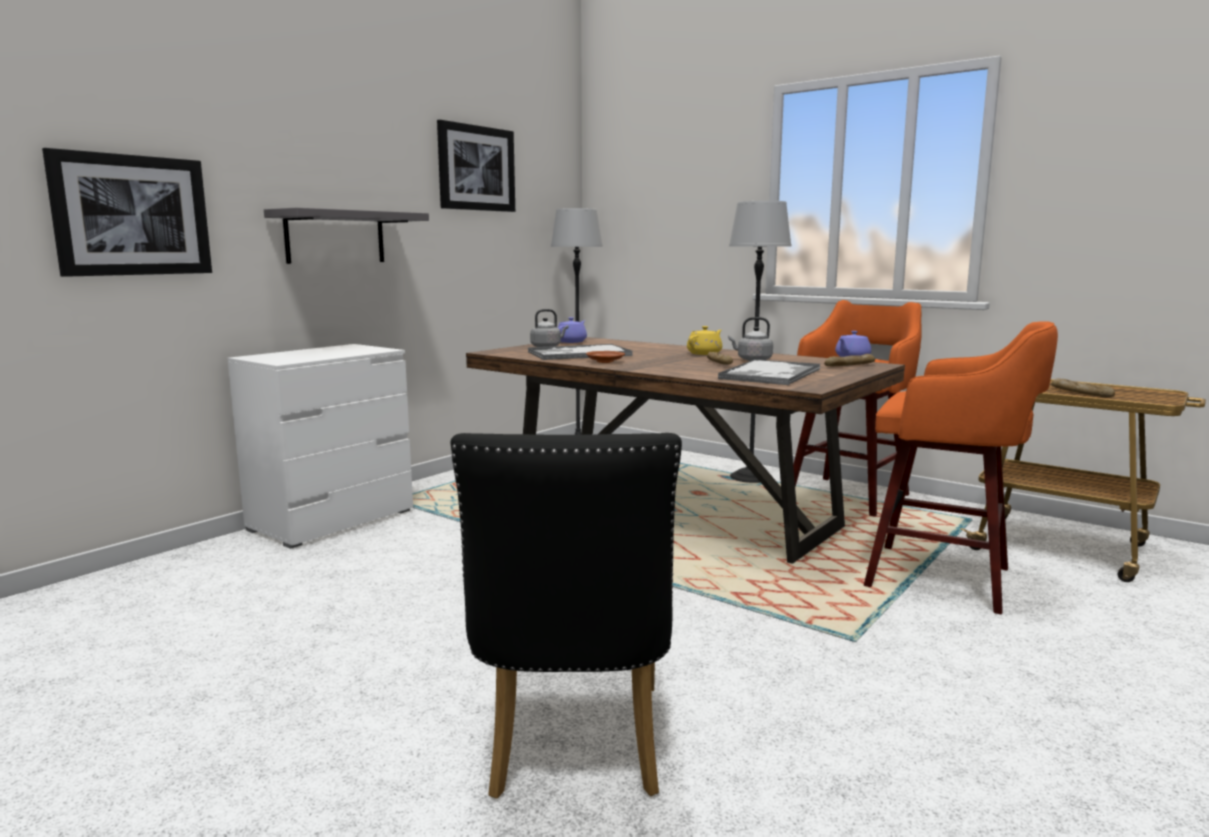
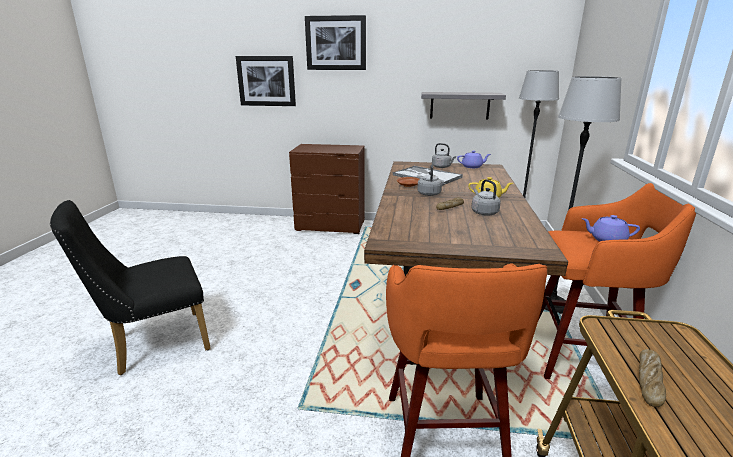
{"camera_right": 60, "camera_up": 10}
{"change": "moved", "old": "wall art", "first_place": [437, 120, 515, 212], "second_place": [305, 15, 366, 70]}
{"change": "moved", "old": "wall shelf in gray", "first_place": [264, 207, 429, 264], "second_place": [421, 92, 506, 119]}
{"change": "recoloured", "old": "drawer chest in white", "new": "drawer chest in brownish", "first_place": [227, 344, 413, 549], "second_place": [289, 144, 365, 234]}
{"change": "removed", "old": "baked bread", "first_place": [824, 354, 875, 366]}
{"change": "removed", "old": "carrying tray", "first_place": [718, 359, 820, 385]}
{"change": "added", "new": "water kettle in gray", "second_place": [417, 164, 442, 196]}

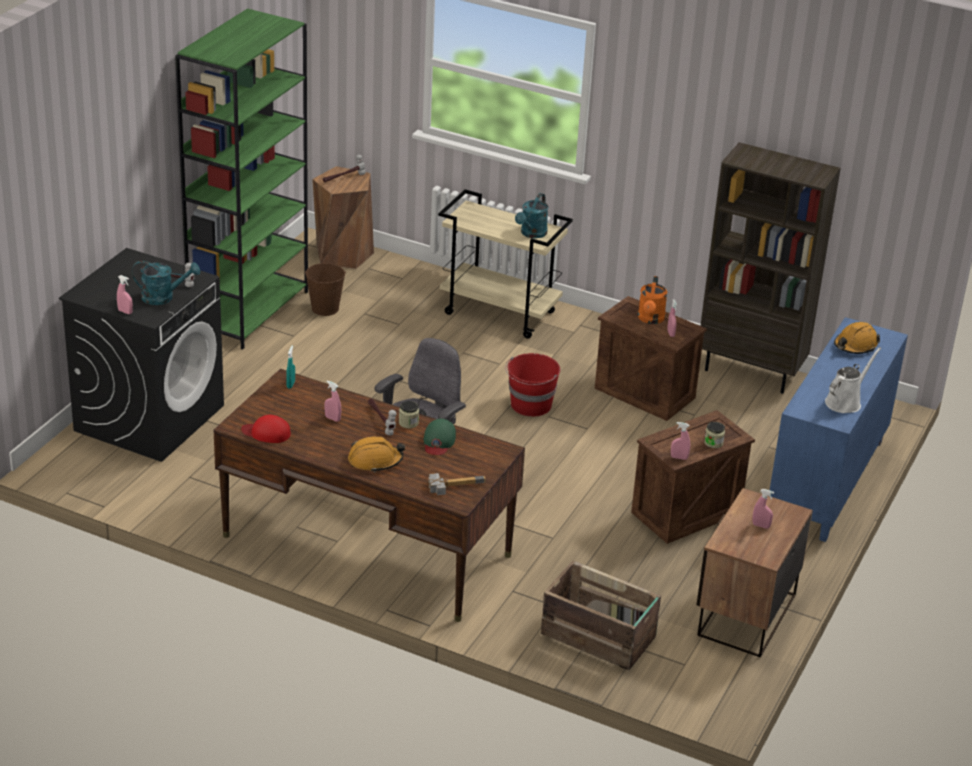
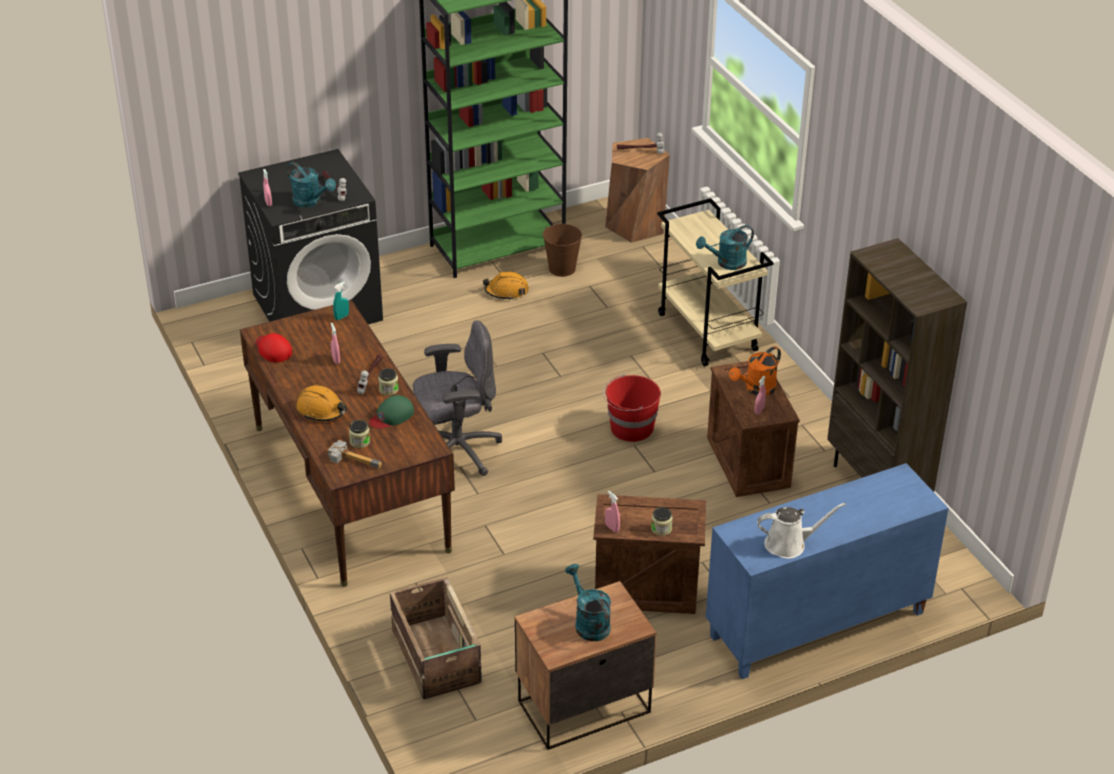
{"camera_right": 40, "camera_up": 5}
{"change": "moved", "old": "work helmet in orange", "first_place": [834, 322, 880, 354], "second_place": [483, 271, 529, 300]}
{"change": "replaced", "old": "hand sprayer in pink", "new": "sprinkling can in turquoise-coloured", "first_place": [753, 489, 774, 529], "second_place": [565, 564, 611, 641]}
{"change": "added", "new": "jar", "second_place": [349, 420, 370, 448]}

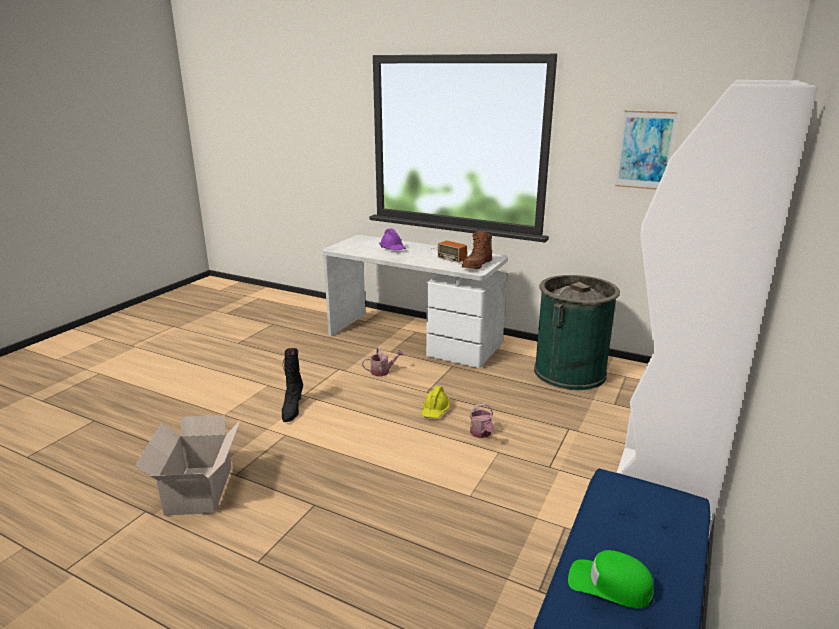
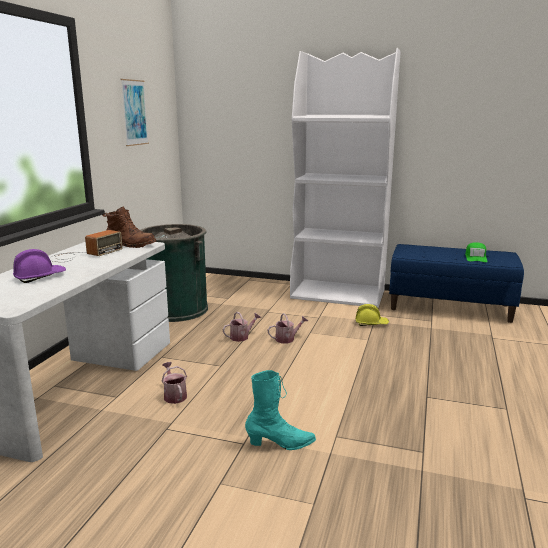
{"camera_right": -100, "camera_up": -5}
{"change": "recoloured", "old": "boot in blackish", "new": "boot in turquoise-coloured", "first_place": [282, 348, 303, 422], "second_place": [245, 370, 316, 450]}
{"change": "moved", "old": "work helmet in yellow-coloured", "first_place": [421, 386, 450, 418], "second_place": [355, 304, 389, 326]}
{"change": "removed", "old": "cardboard box", "first_place": [135, 415, 241, 515]}
{"change": "added", "new": "sprinkling can", "second_place": [223, 312, 261, 342]}

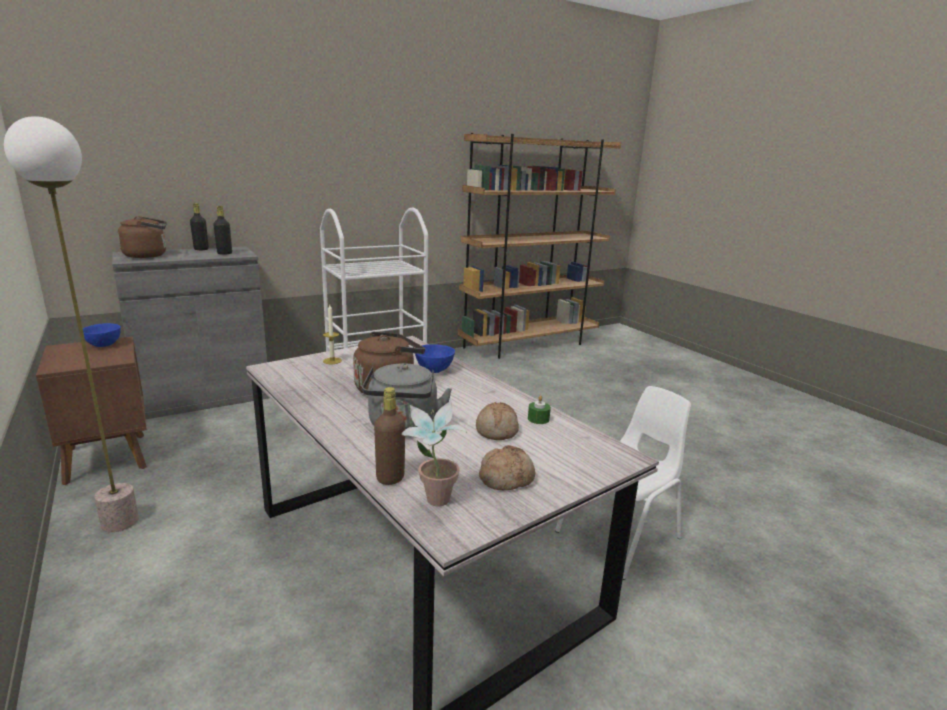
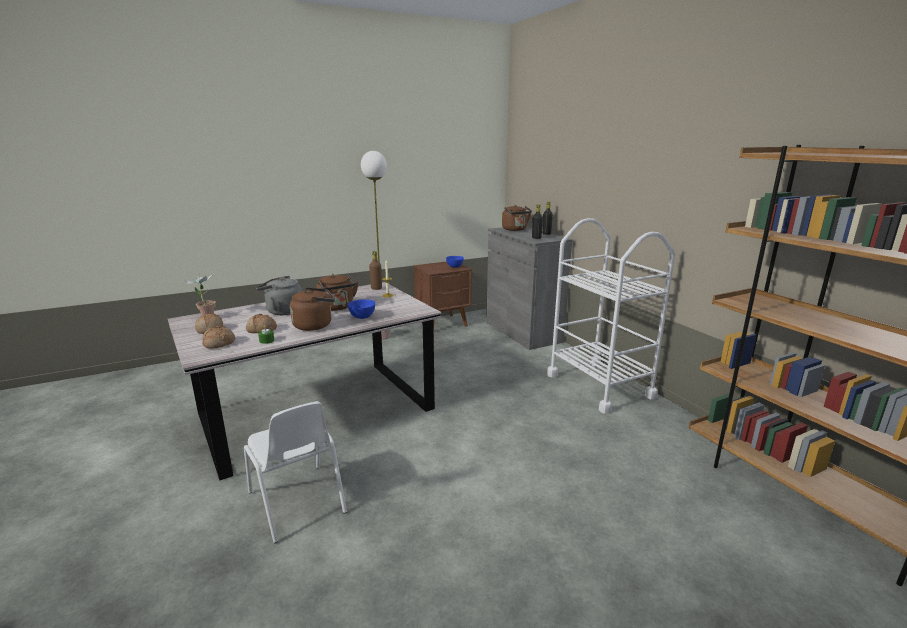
{"camera_right": 95, "camera_up": 0}
{"change": "moved", "old": "bottle in brownish", "first_place": [374, 387, 405, 485], "second_place": [369, 251, 382, 290]}
{"change": "added", "new": "water kettle in brownish", "second_place": [290, 287, 335, 331]}
{"change": "added", "new": "baked bread", "second_place": [202, 326, 235, 349]}

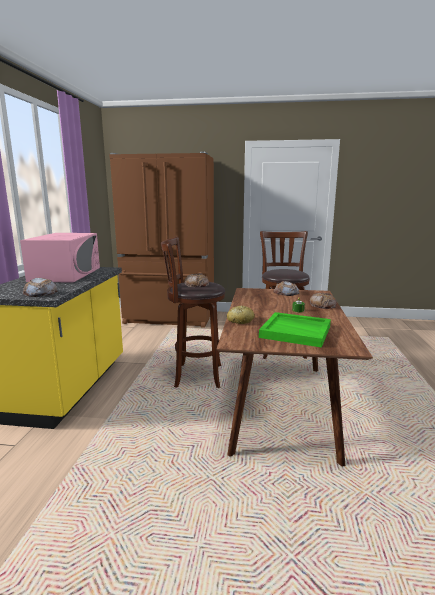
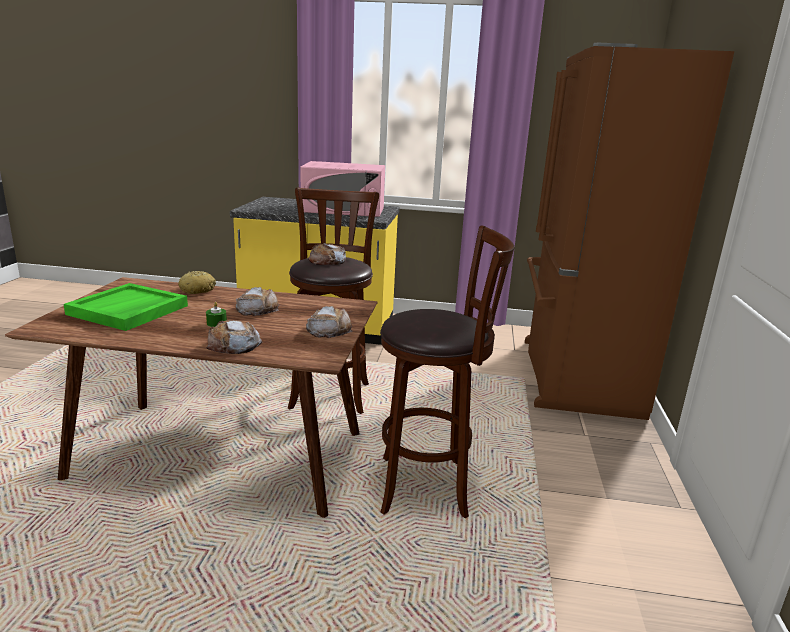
{"camera_right": 90, "camera_up": 5}
{"change": "moved", "old": "baked bread", "first_place": [23, 278, 58, 297], "second_place": [236, 287, 279, 316]}

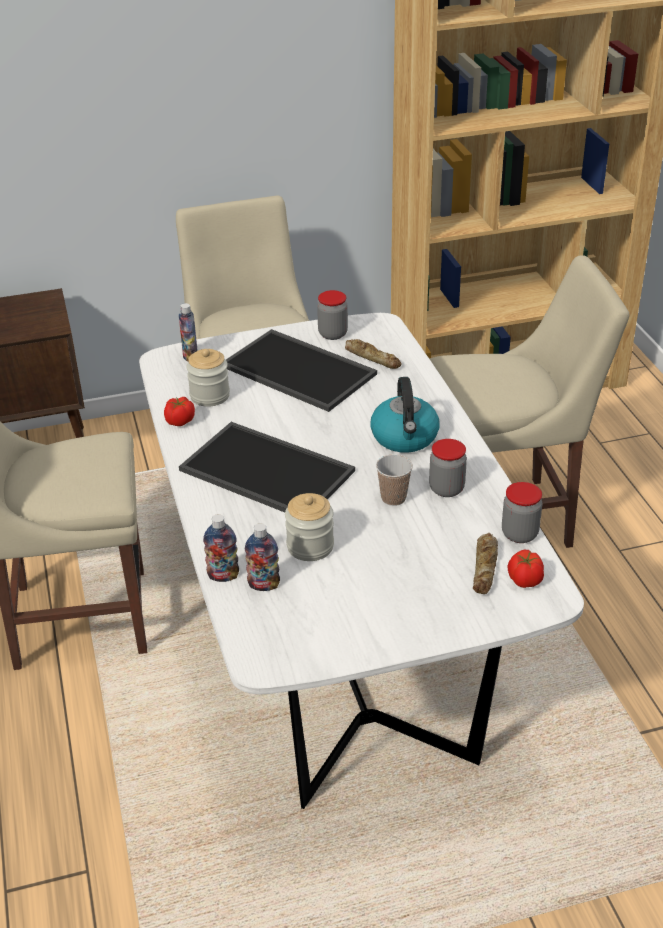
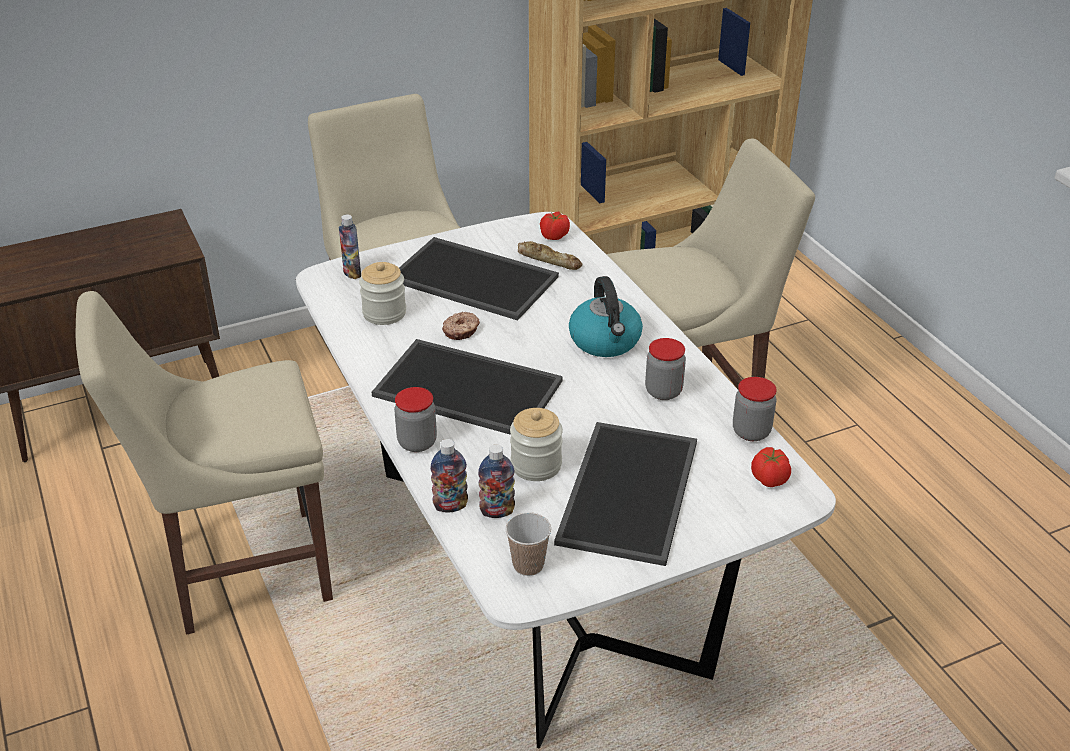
{"camera_right": -10, "camera_up": 0}
{"change": "moved", "old": "jar", "first_place": [317, 290, 348, 340], "second_place": [394, 387, 437, 452]}
{"change": "moved", "old": "fresh tomato", "first_place": [164, 397, 195, 426], "second_place": [540, 211, 570, 240]}
{"change": "moved", "old": "small cup", "first_place": [376, 454, 413, 506], "second_place": [505, 512, 551, 576]}
{"change": "removed", "old": "baked bread", "first_place": [473, 533, 498, 594]}
{"change": "added", "new": "donut", "second_place": [442, 312, 480, 340]}
{"change": "added", "new": "carrying tray", "second_place": [554, 422, 697, 566]}

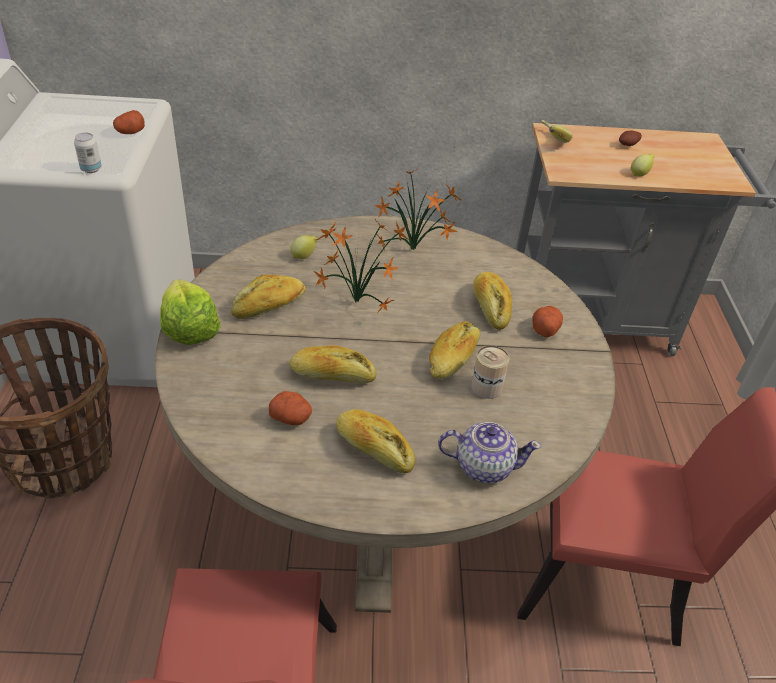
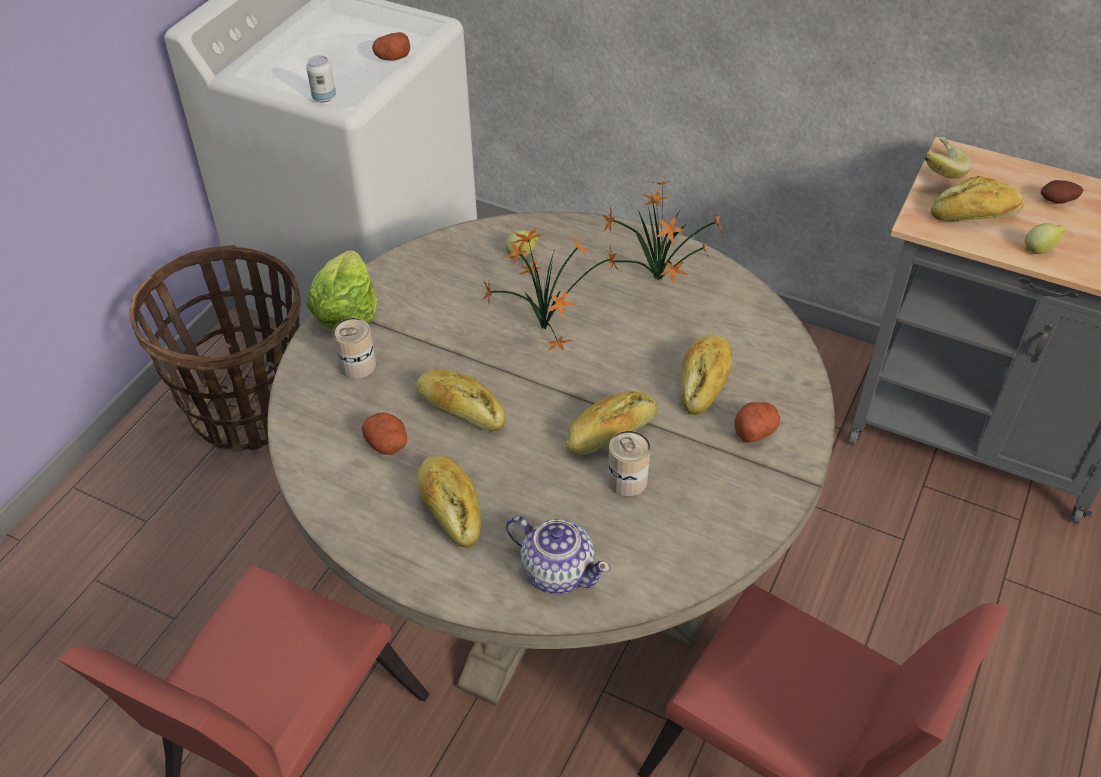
{"camera_right": 30, "camera_up": 5}
{"change": "moved", "old": "baked bread", "first_place": [231, 275, 306, 319], "second_place": [931, 176, 1024, 221]}
{"change": "added", "new": "sealed can", "second_place": [333, 318, 376, 379]}

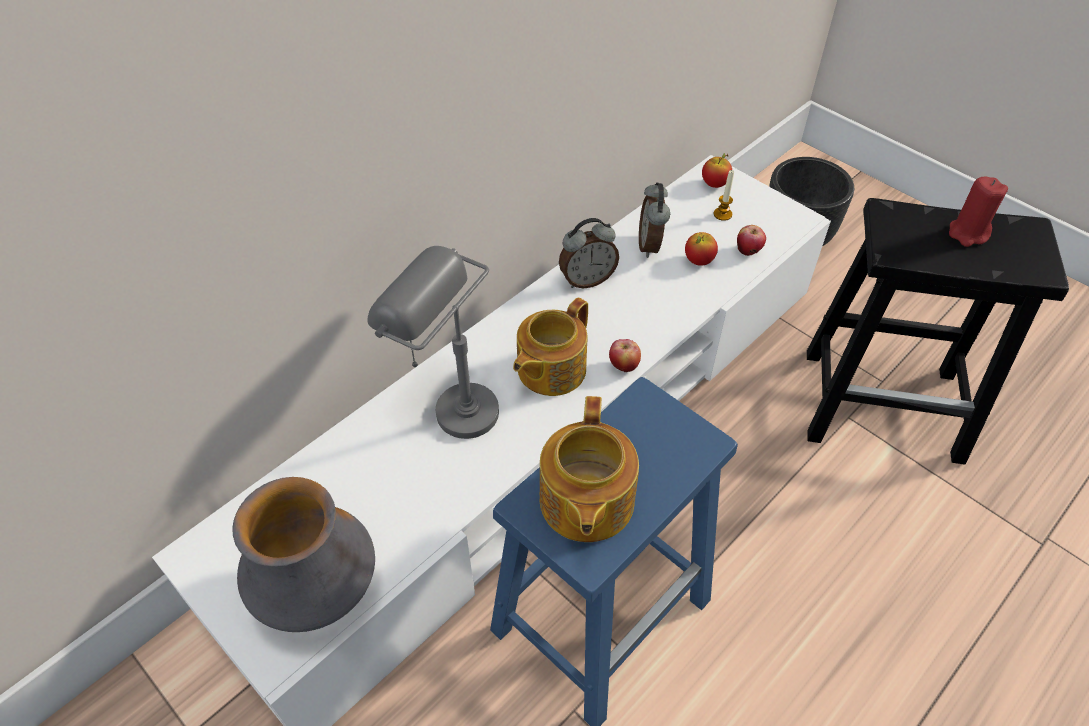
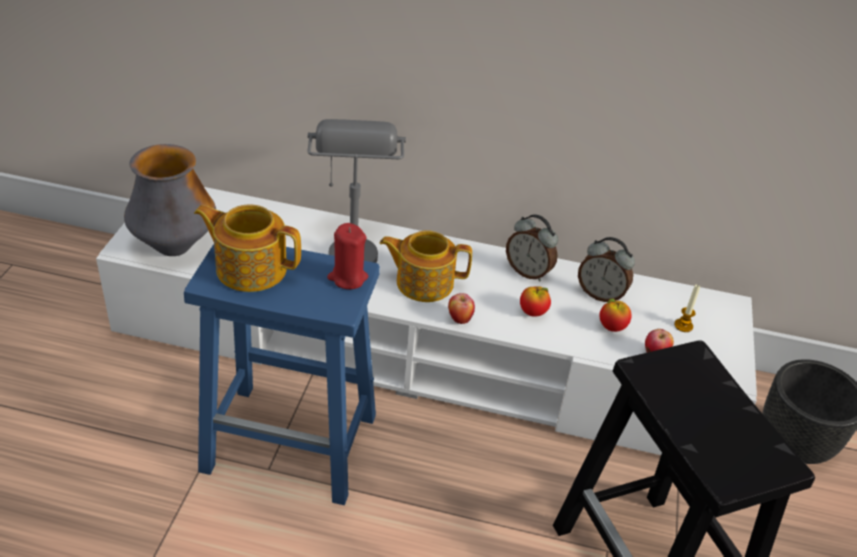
{"camera_right": 55, "camera_up": -10}
{"change": "moved", "old": "whole apple", "first_place": [702, 153, 732, 188], "second_place": [520, 286, 551, 317]}
{"change": "moved", "old": "wax candle in reddish", "first_place": [949, 177, 1008, 247], "second_place": [327, 223, 368, 289]}
{"change": "turned", "old": "table clock", "first_place": [639, 182, 670, 258], "second_place": [578, 237, 635, 302], "degrees": -120}
{"change": "turned", "old": "tea pot", "first_place": [540, 396, 639, 542], "second_place": [194, 204, 301, 292], "degrees": 45}

